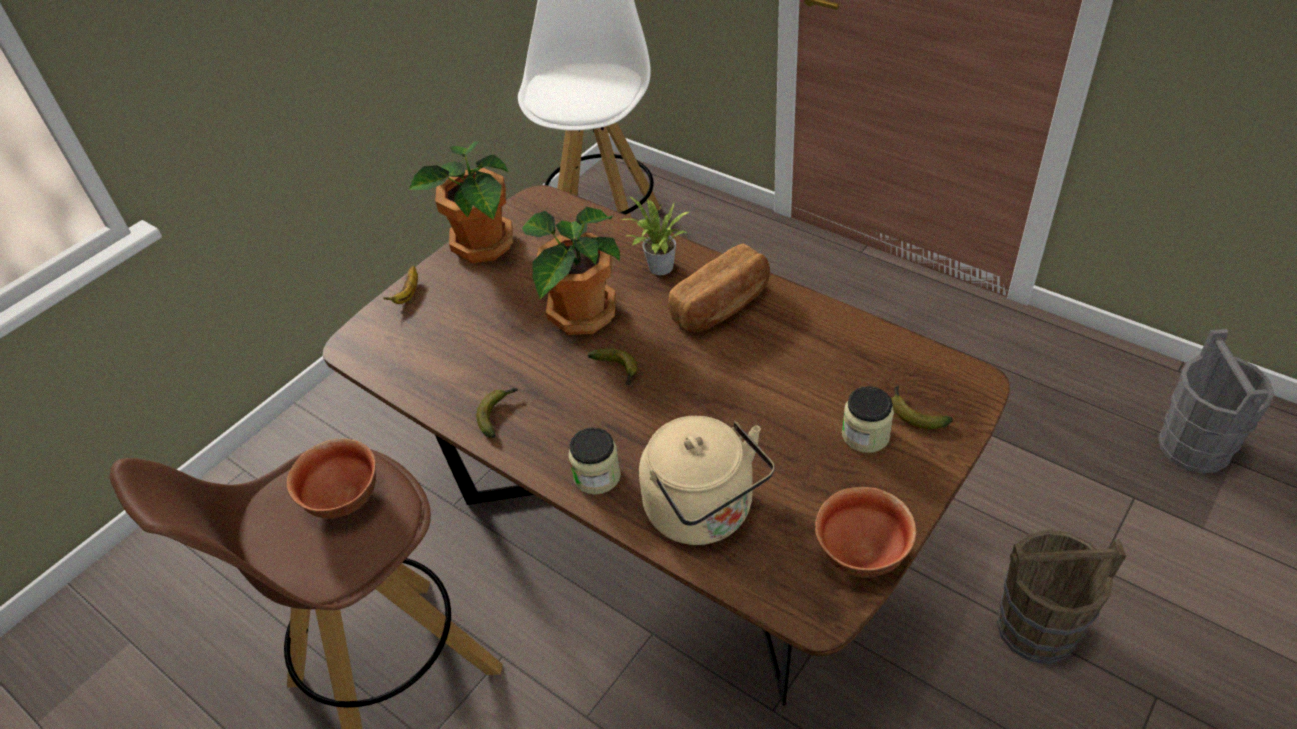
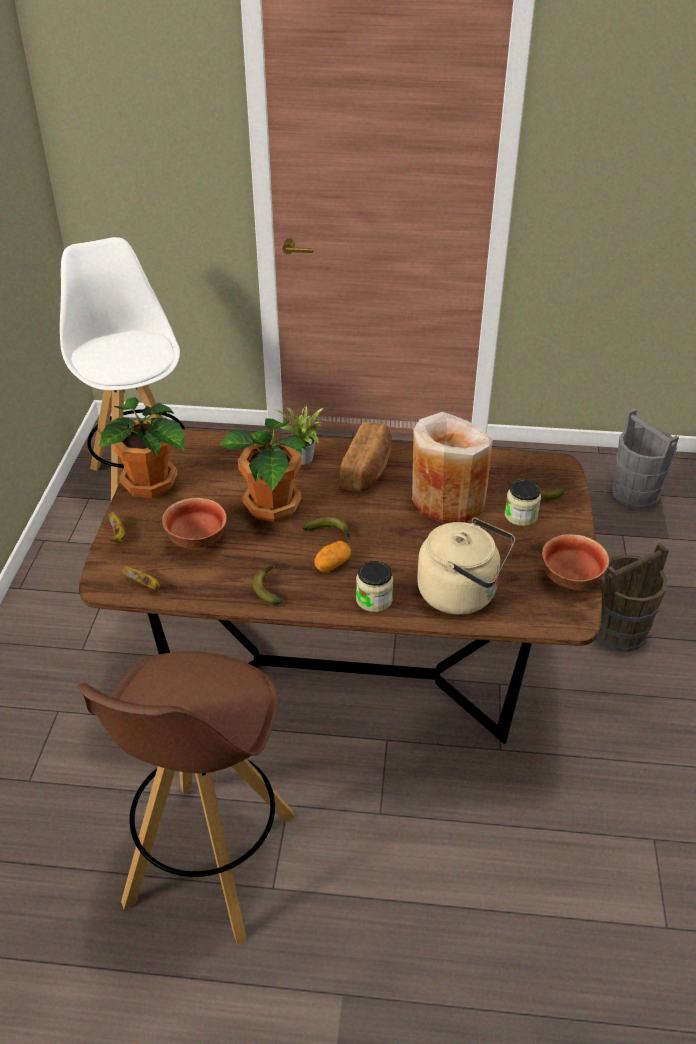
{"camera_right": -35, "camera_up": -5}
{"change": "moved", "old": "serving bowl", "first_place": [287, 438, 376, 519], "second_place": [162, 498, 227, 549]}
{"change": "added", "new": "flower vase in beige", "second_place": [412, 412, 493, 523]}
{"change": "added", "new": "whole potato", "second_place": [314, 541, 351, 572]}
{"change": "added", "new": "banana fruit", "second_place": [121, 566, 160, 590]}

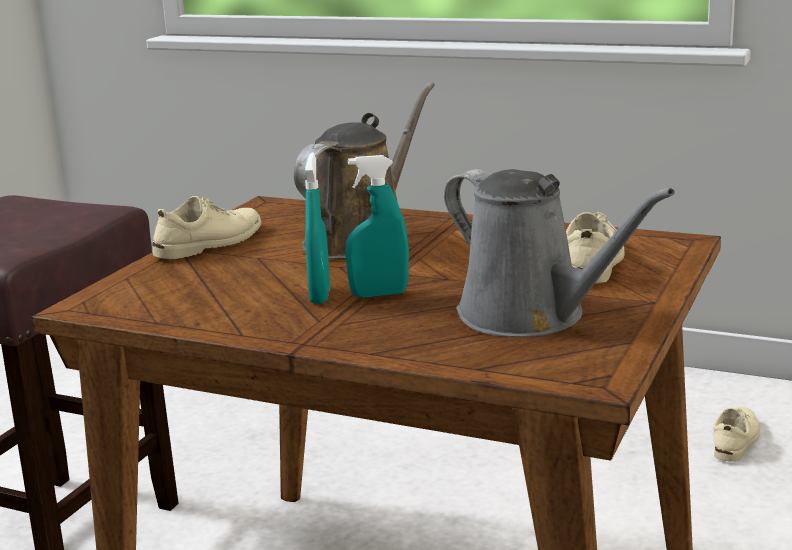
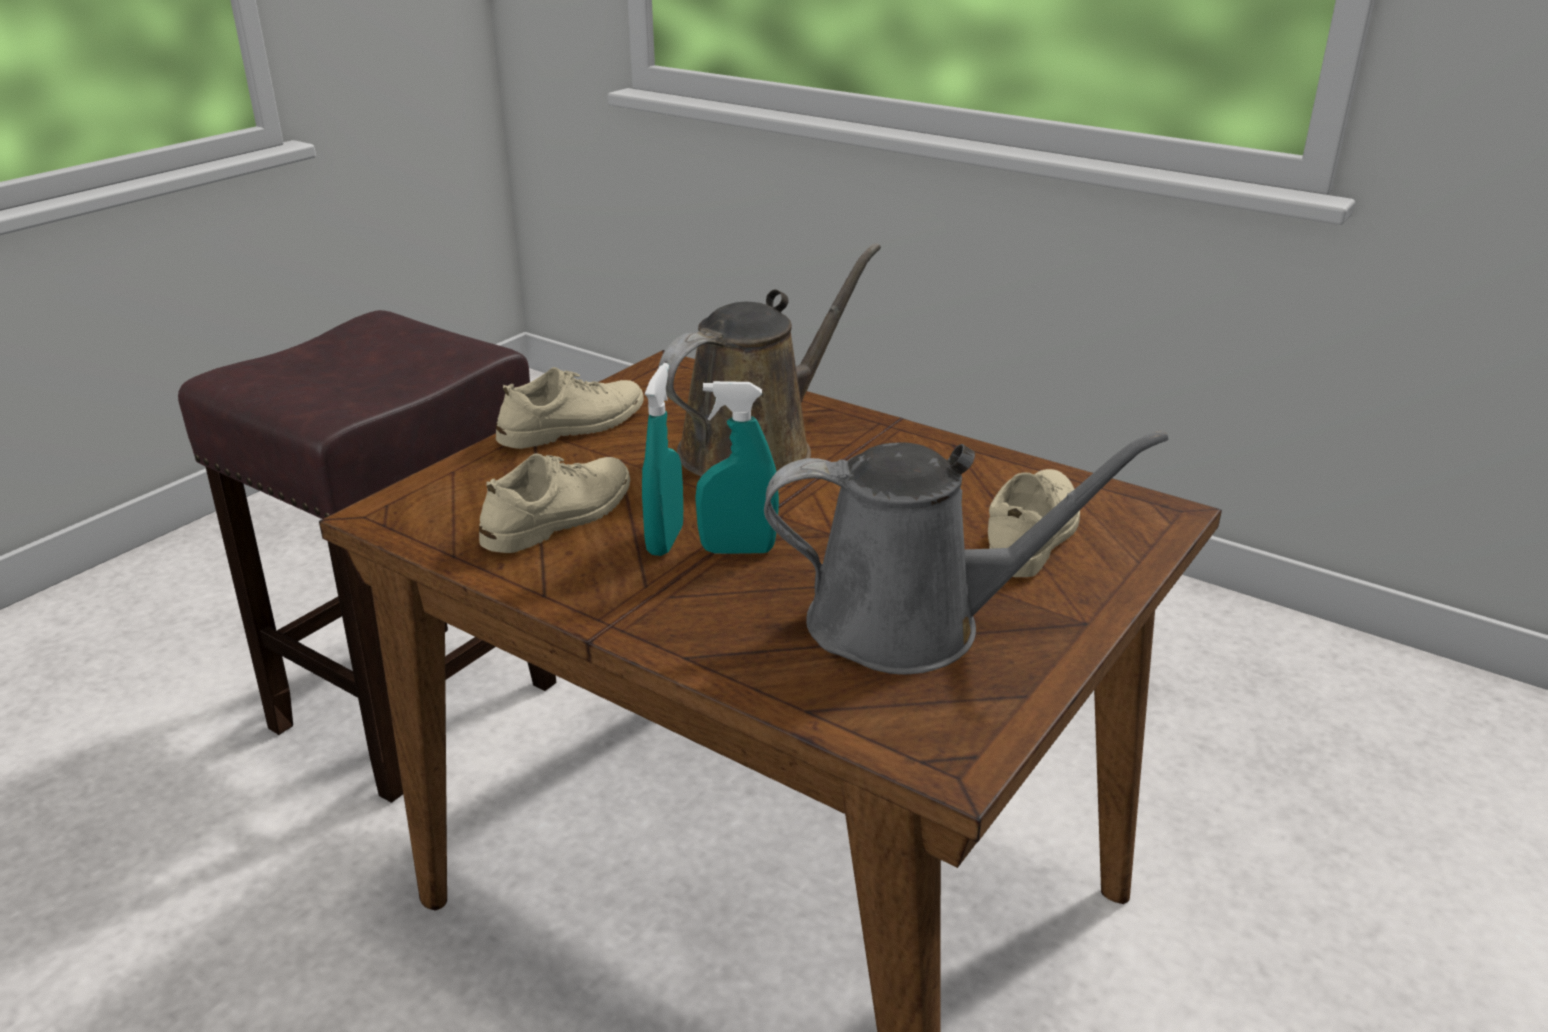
{"camera_right": 10, "camera_up": 10}
{"change": "turned", "old": "sprinkling can in gray", "first_place": [444, 169, 675, 337], "second_place": [764, 430, 1168, 674], "degrees": -60}
{"change": "moved", "old": "item of footwear in beige", "first_place": [713, 407, 760, 462], "second_place": [479, 453, 630, 553]}

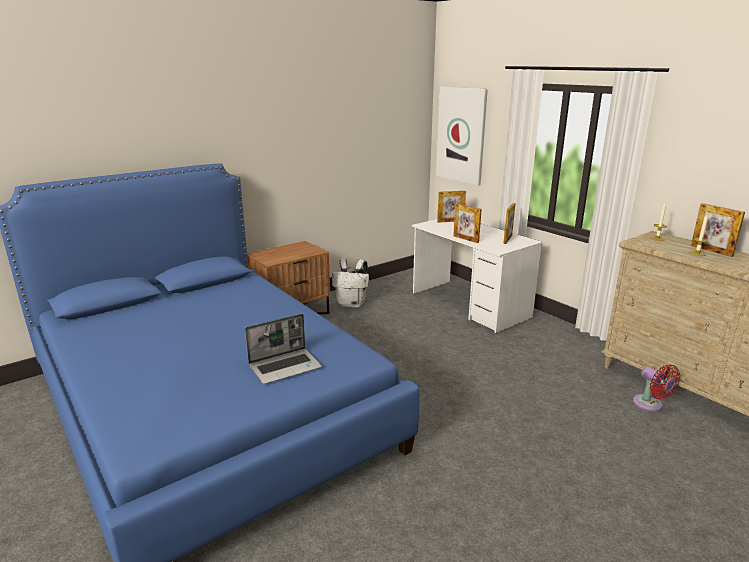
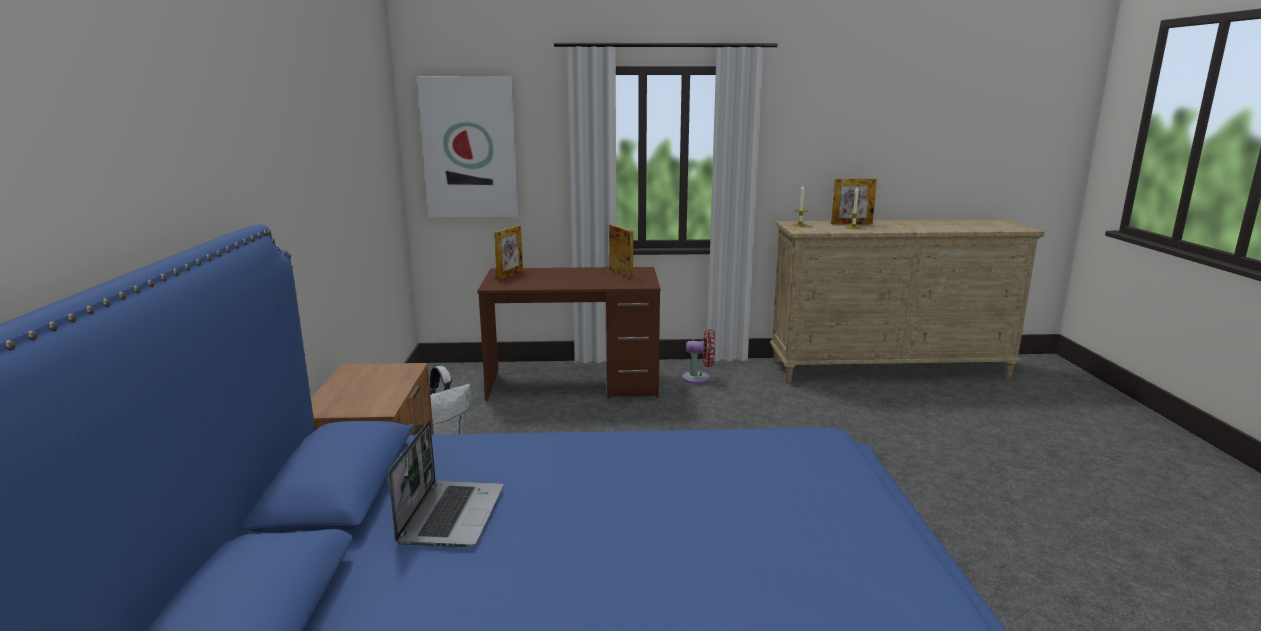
{"camera_right": -55, "camera_up": -5}
{"change": "removed", "old": "photo frame", "first_place": [453, 203, 482, 243]}
{"change": "recoloured", "old": "desk in white", "new": "desk in brownish", "first_place": [412, 219, 543, 333], "second_place": [477, 267, 661, 401]}
{"change": "moved", "old": "notebook computer", "first_place": [245, 314, 322, 384], "second_place": [388, 420, 504, 547]}
{"change": "moved", "old": "electric fan in reddish", "first_place": [633, 364, 680, 412], "second_place": [682, 329, 715, 384]}

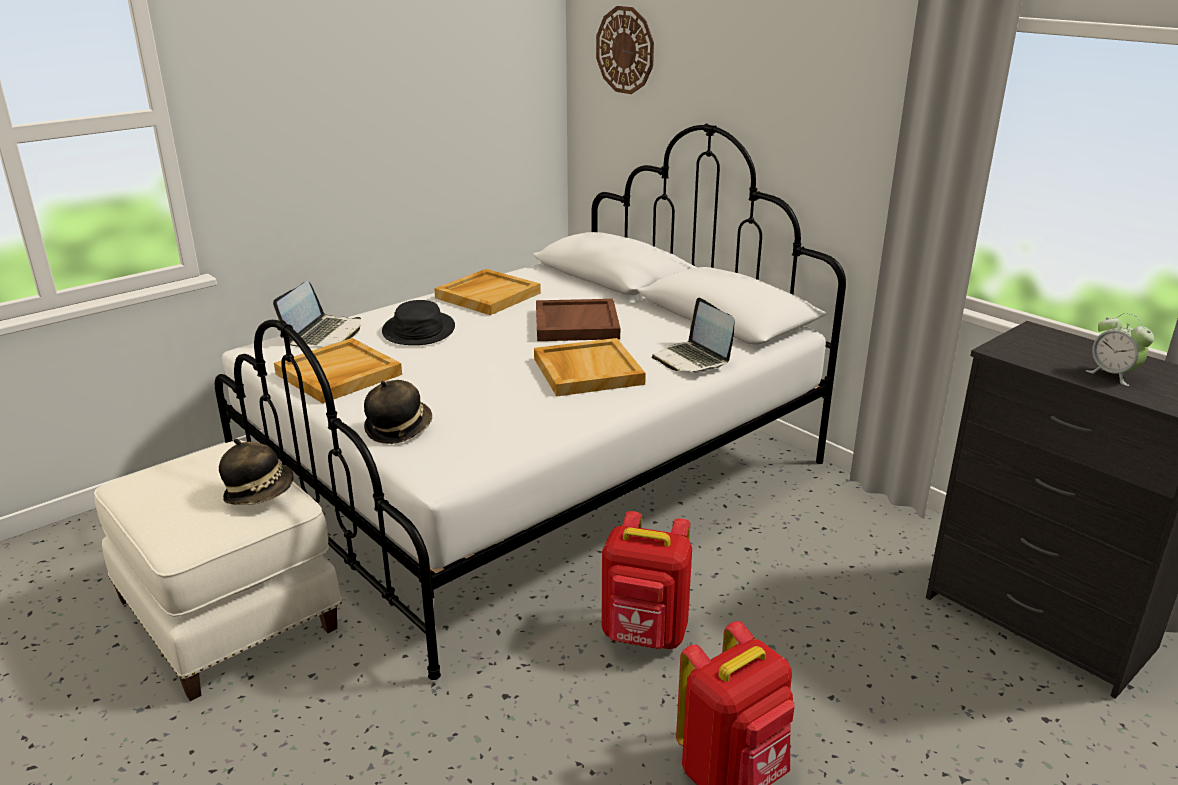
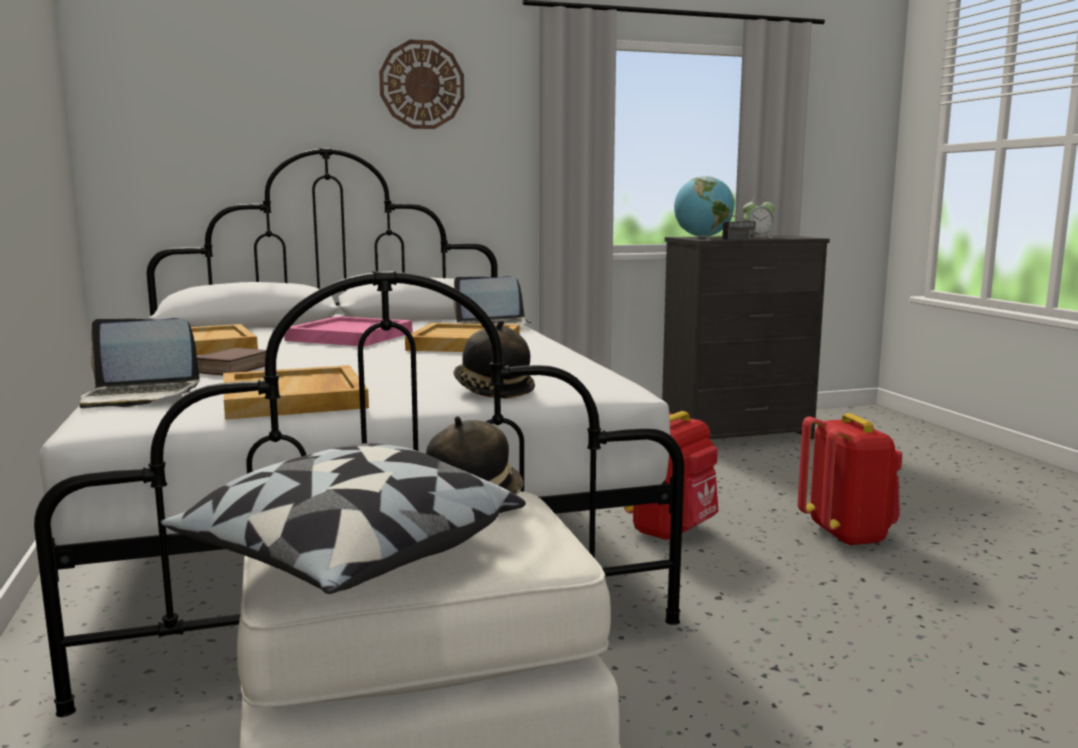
{"camera_right": -65, "camera_up": -15}
{"change": "moved", "old": "wall clock", "first_place": [596, 6, 654, 94], "second_place": [379, 40, 464, 129]}
{"change": "turned", "old": "notebook computer", "first_place": [273, 281, 361, 347], "second_place": [79, 318, 200, 408], "degrees": 135}
{"change": "recoloured", "old": "carrying tray in brownish", "new": "carrying tray in pink", "first_place": [536, 299, 620, 341], "second_place": [284, 316, 413, 347]}
{"change": "replaced", "old": "wearable hat in blackish", "new": "volume", "first_place": [382, 300, 455, 345], "second_place": [197, 348, 266, 375]}
{"change": "added", "new": "world globe", "second_place": [674, 176, 734, 237]}
{"change": "added", "new": "radio receiver", "second_place": [710, 208, 756, 240]}
{"change": "added", "new": "cushion", "second_place": [160, 443, 526, 594]}

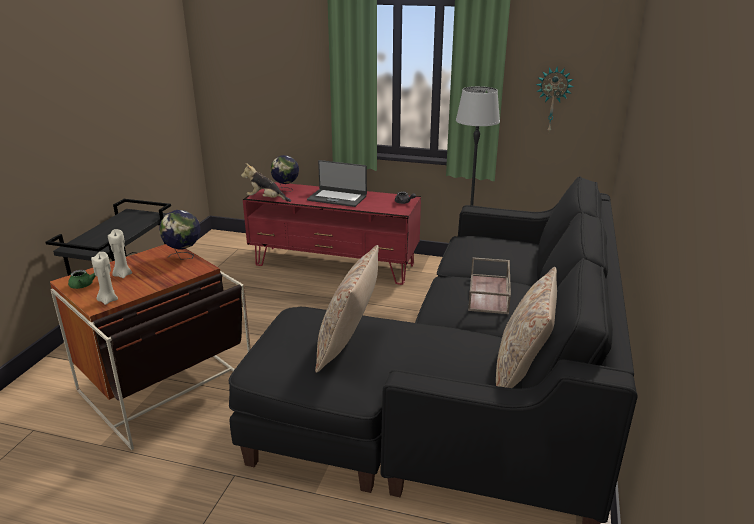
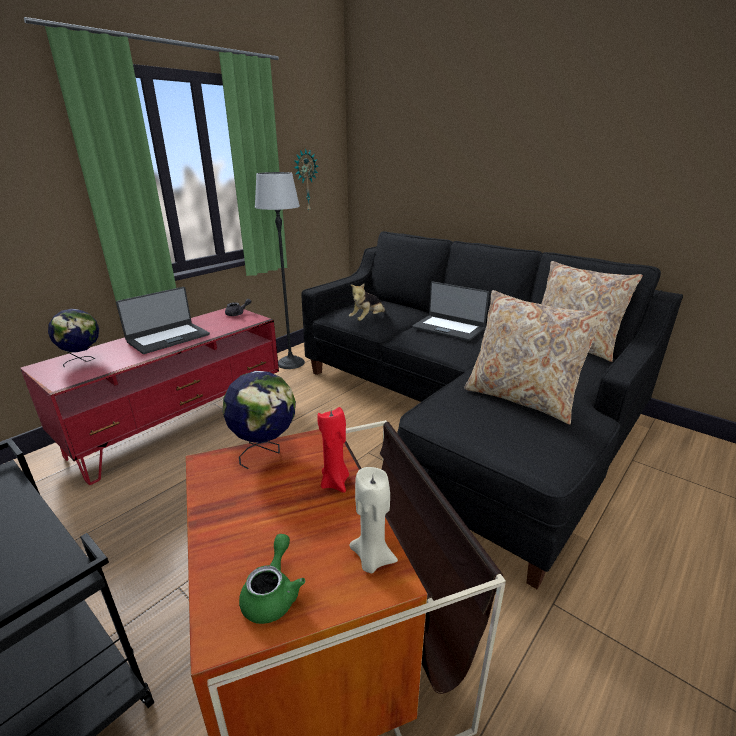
{"camera_right": -65, "camera_up": 0}
{"change": "moved", "old": "cuddly toy", "first_place": [241, 163, 291, 202], "second_place": [349, 284, 385, 321]}
{"change": "removed", "old": "wax candle in beige", "first_place": [108, 229, 132, 278]}
{"change": "replaced", "old": "carrying tray in brownish", "new": "notebook computer", "first_place": [468, 257, 511, 315], "second_place": [412, 282, 489, 341]}
{"change": "added", "new": "wax candle in reddish", "second_place": [317, 407, 349, 493]}

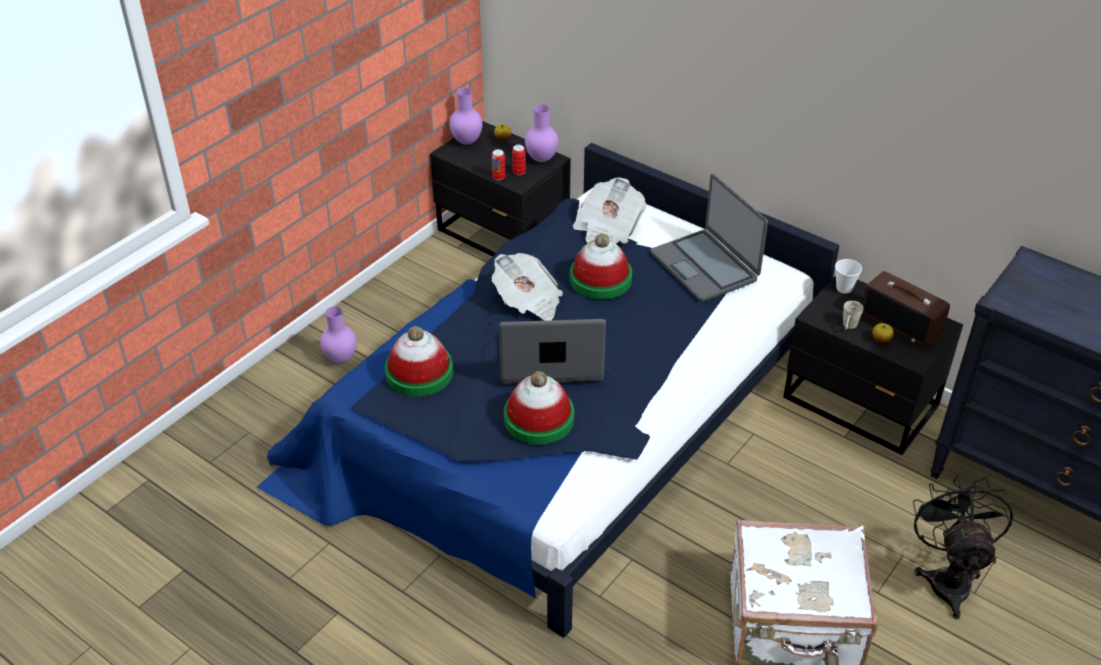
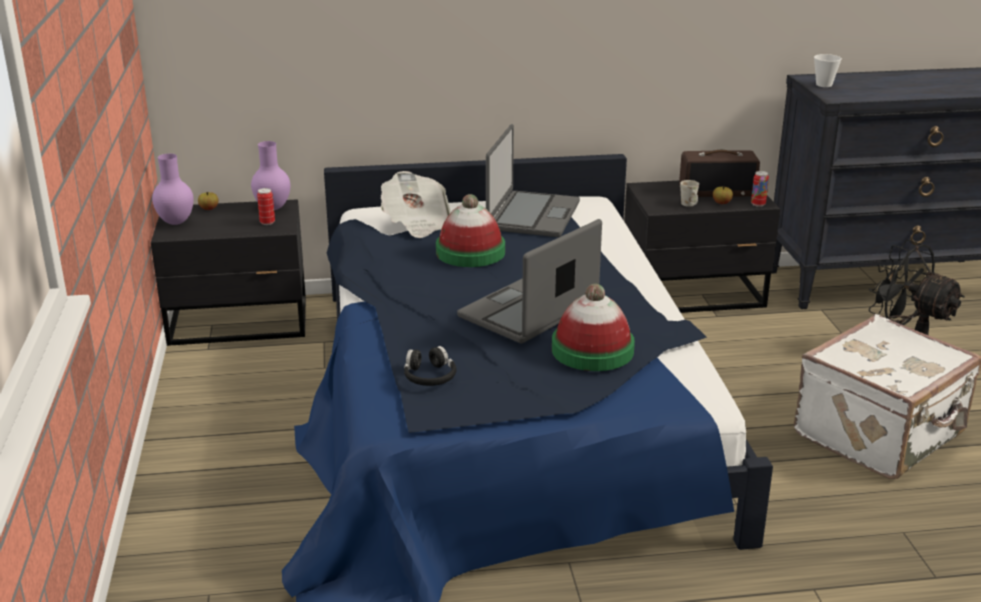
{"camera_right": -45, "camera_up": -15}
{"change": "moved", "old": "sealed can", "first_place": [492, 149, 505, 180], "second_place": [751, 171, 769, 207]}
{"change": "turned", "old": "notebook computer", "first_place": [650, 174, 768, 302], "second_place": [486, 124, 580, 237], "degrees": -90}
{"change": "removed", "old": "newspaper", "first_place": [491, 253, 563, 321]}
{"change": "moved", "old": "small cup", "first_place": [835, 259, 862, 294], "second_place": [814, 54, 842, 87]}
{"change": "removed", "old": "flower vase in purple-coloured", "first_place": [320, 306, 357, 363]}
{"change": "replaced", "old": "wearable hat", "new": "headset in blackish", "first_place": [385, 326, 453, 397], "second_place": [404, 346, 456, 386]}

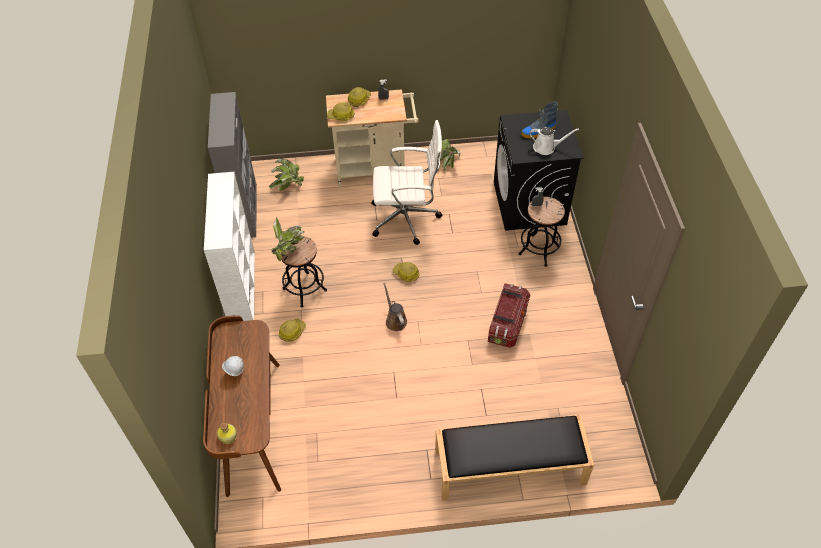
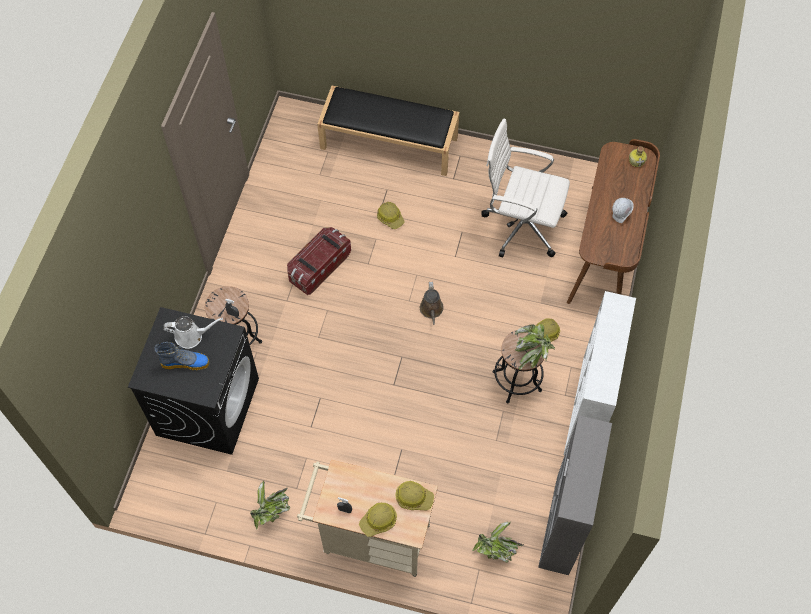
{"camera_right": -160, "camera_up": 10}
{"change": "moved", "old": "desk chair in white", "first_place": [371, 120, 442, 245], "second_place": [481, 119, 570, 257]}
{"change": "turned", "old": "sprinkling can in white", "first_place": [529, 127, 579, 155], "second_place": [163, 316, 223, 349], "degrees": 150}
{"change": "moved", "old": "work helmet", "first_place": [392, 262, 419, 282], "second_place": [377, 202, 405, 229]}

